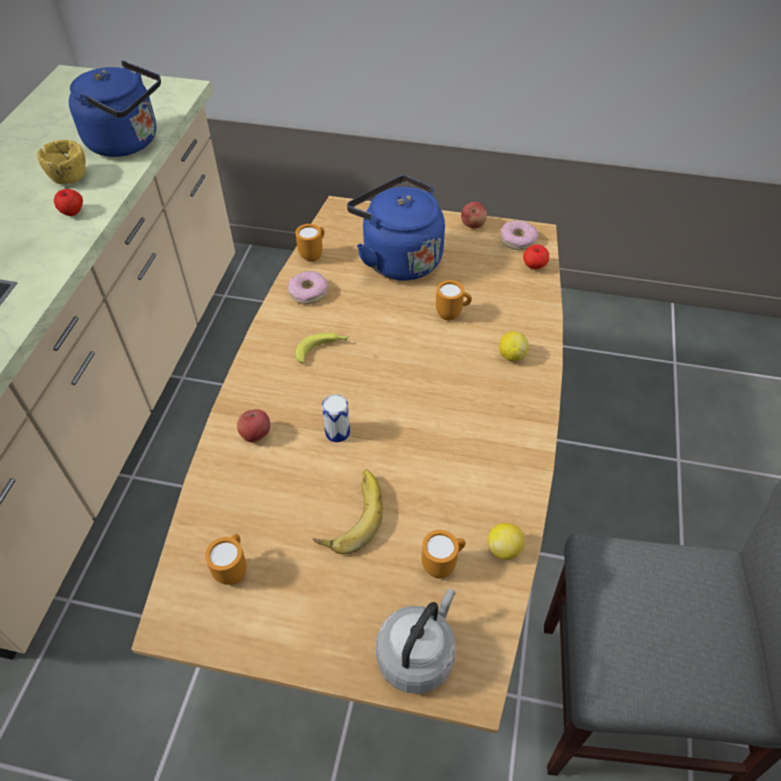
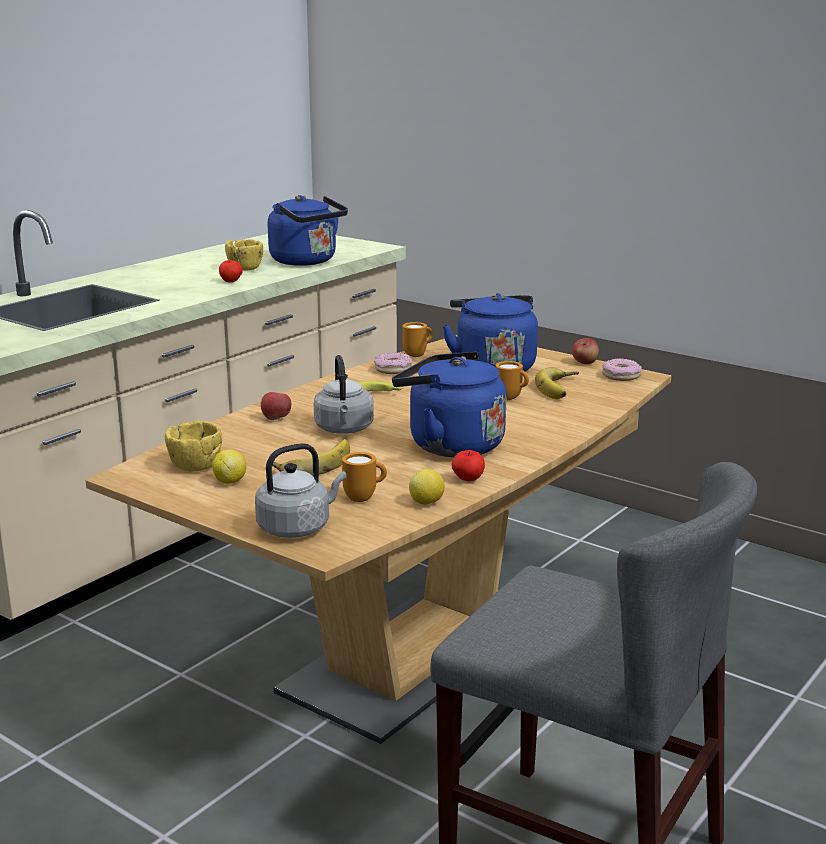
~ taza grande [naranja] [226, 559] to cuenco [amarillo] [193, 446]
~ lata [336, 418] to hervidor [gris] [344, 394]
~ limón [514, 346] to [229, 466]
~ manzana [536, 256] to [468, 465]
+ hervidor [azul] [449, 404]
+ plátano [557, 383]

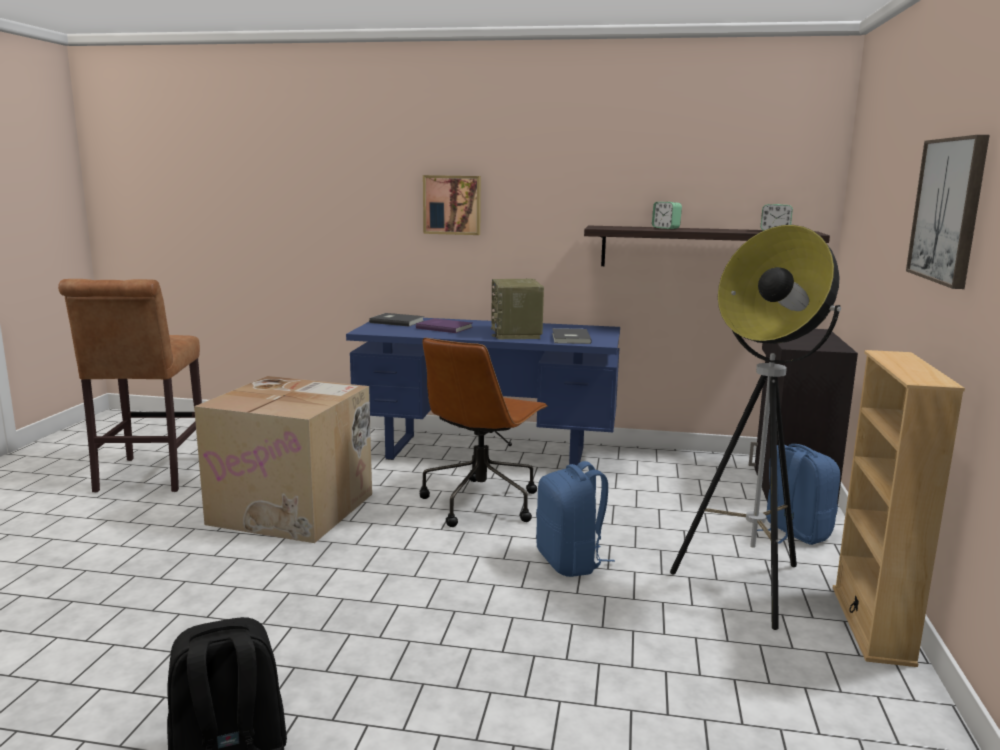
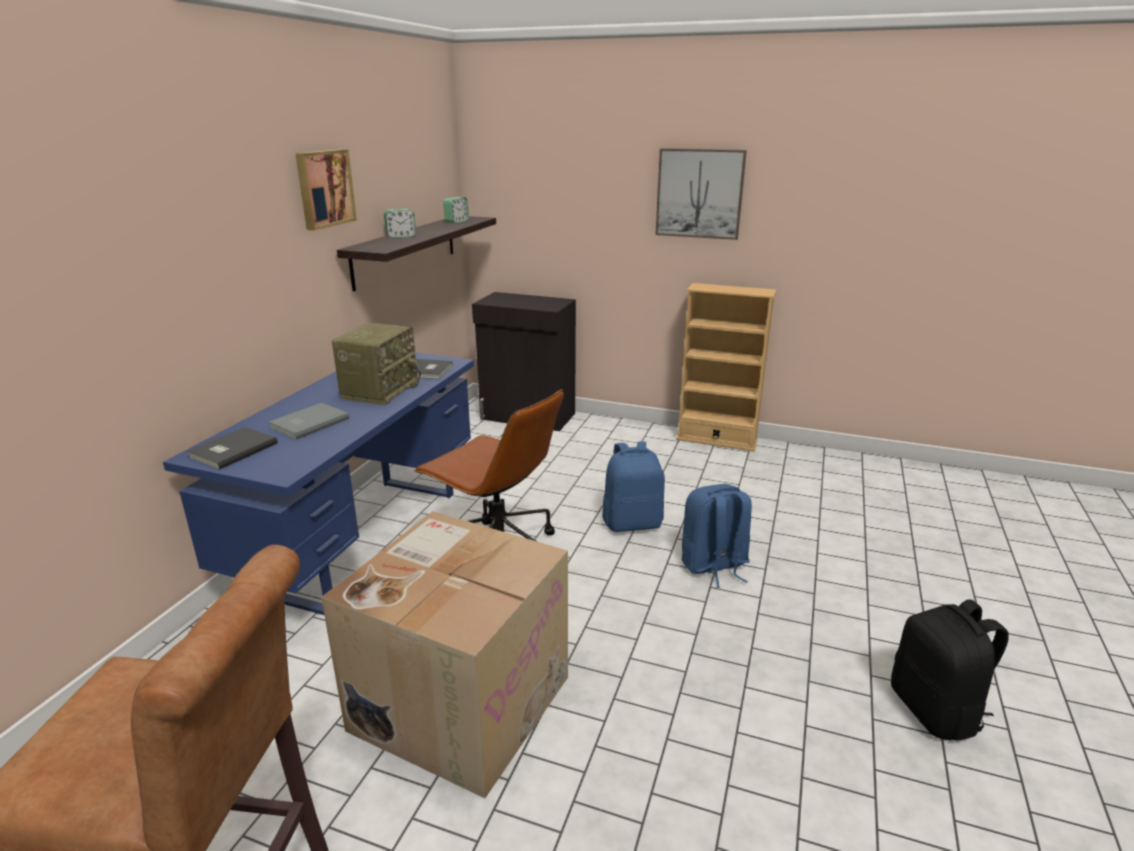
~ libro [morado] [444, 325] to libro [gris] [309, 421]
~ cuadro [452, 205] to [326, 190]
~ radio [517, 309] = [376, 364] 75 degrees counterclockwise
- lámpara de pie [755, 427]
~ mochila [azul] [798, 494] to [717, 536]

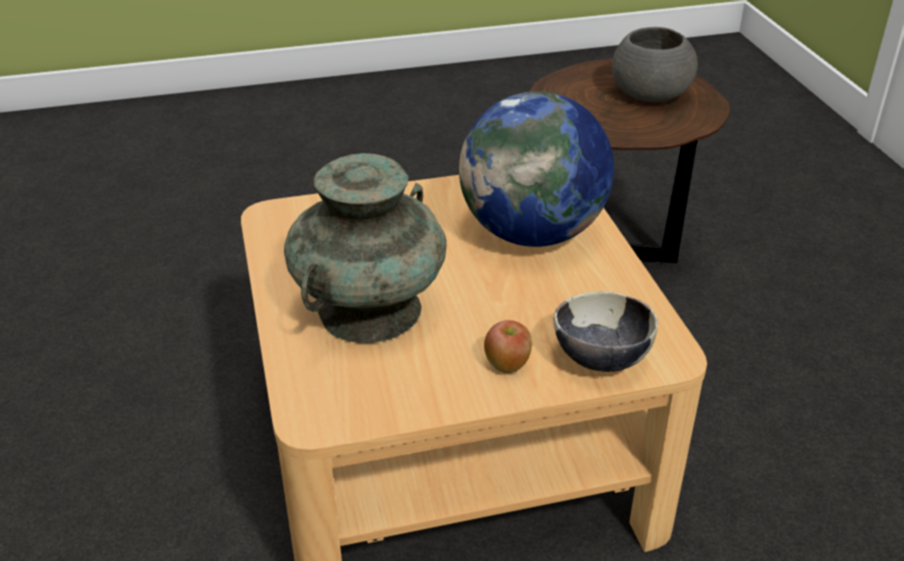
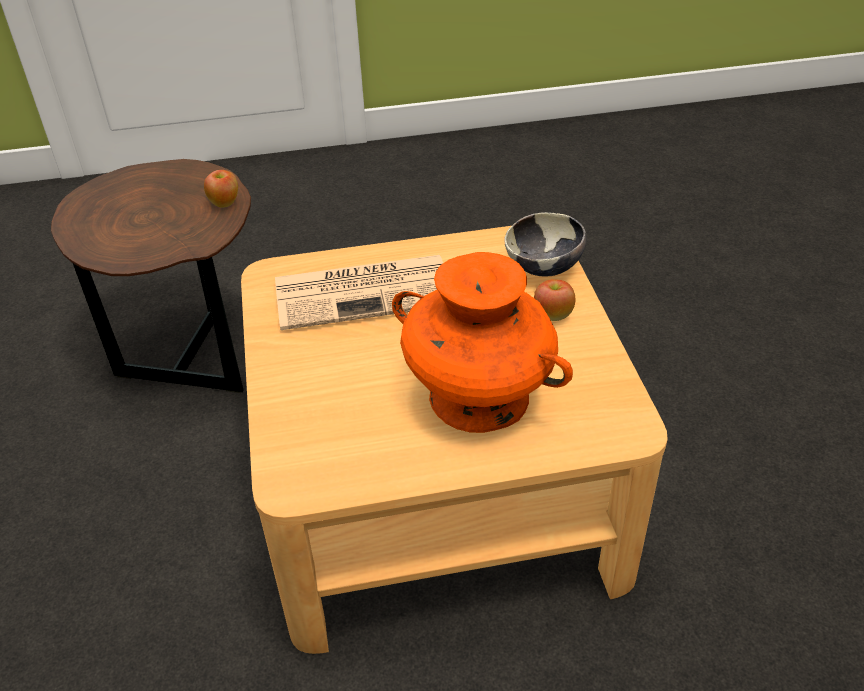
~ florero [turquesa] [365, 248] to florero [naranja] [482, 342]
~ globo terráqueo [536, 169] to periódico [359, 292]
- cuenco [gris] [654, 64]
+ manzana [221, 189]

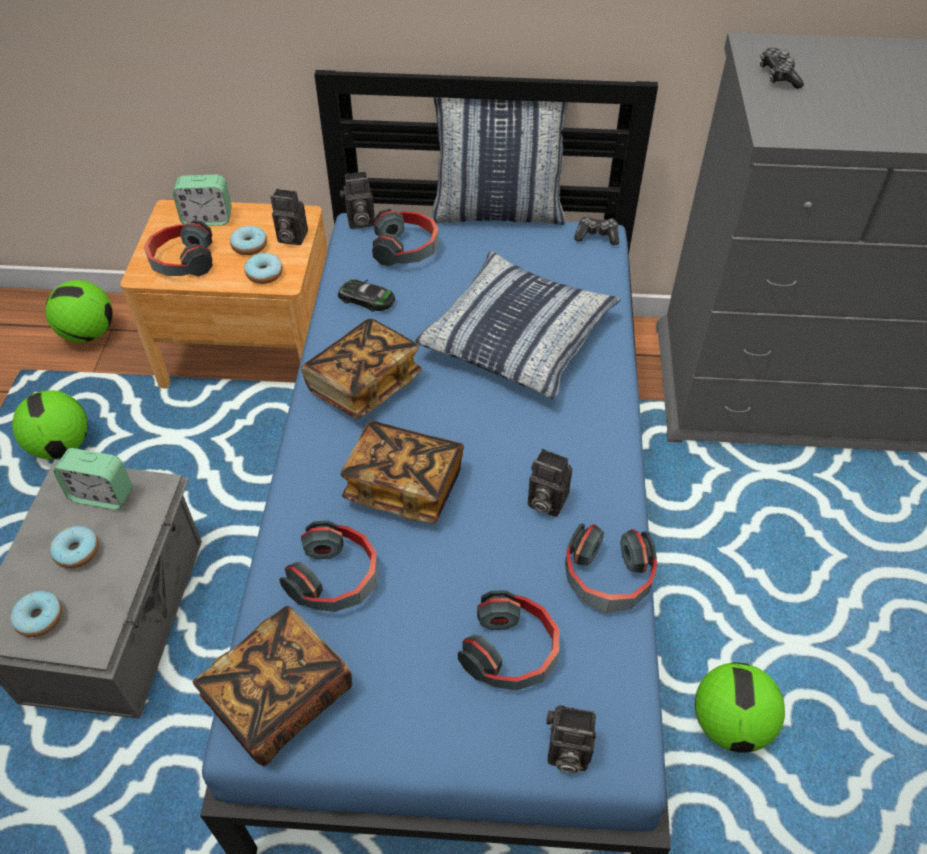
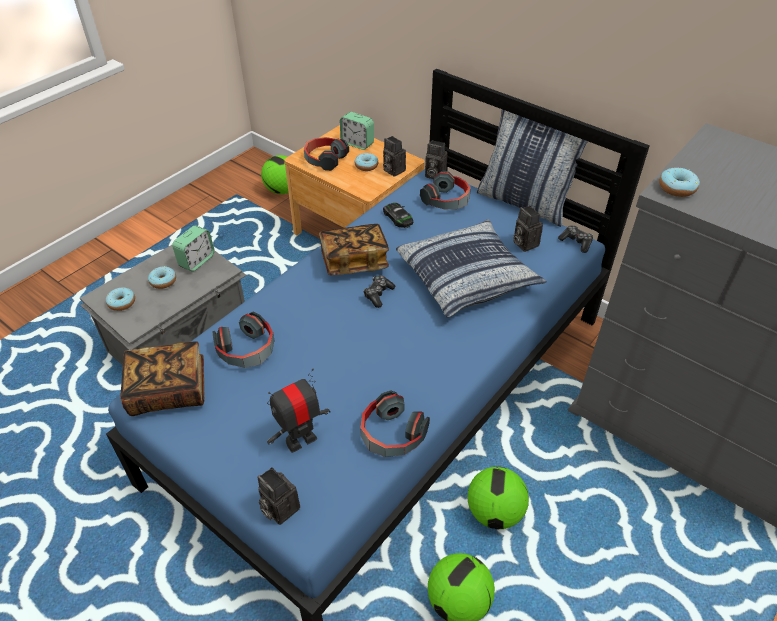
~ balón de fútbol [50, 424] to [498, 498]
~ despertador [92, 479] = [193, 248] 105 degrees counterclockwise
~ rosquilla [263, 268] to [679, 182]
- libro [402, 472]
~ auriculares [508, 640] to robot de juguete [298, 411]
~ cámara [550, 483] to [528, 229]
~ mando de consola [782, 68] to [379, 291]

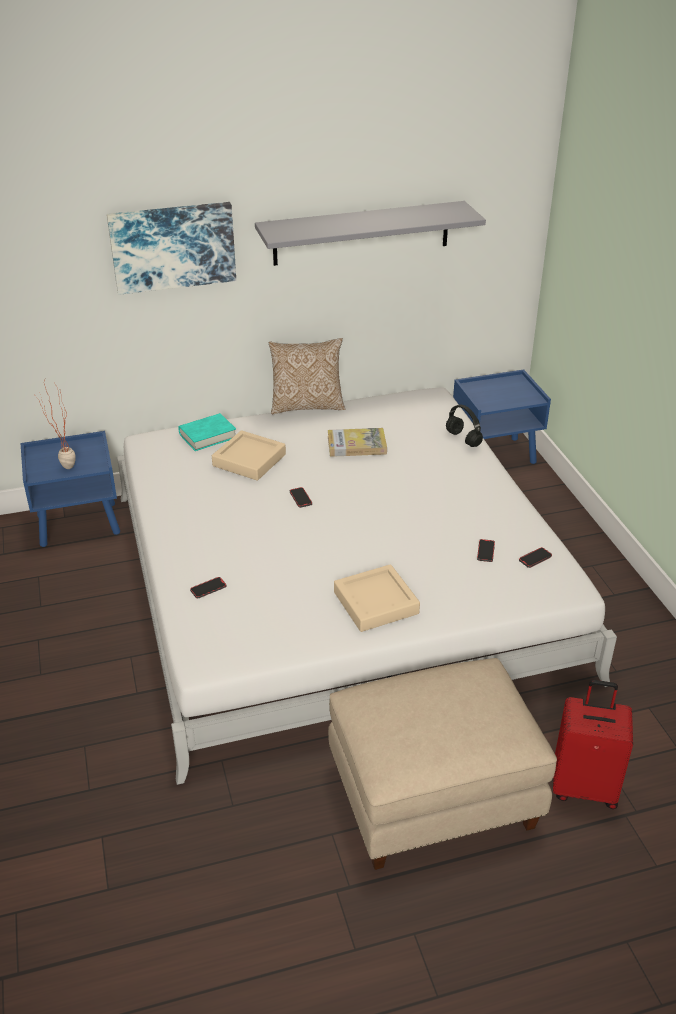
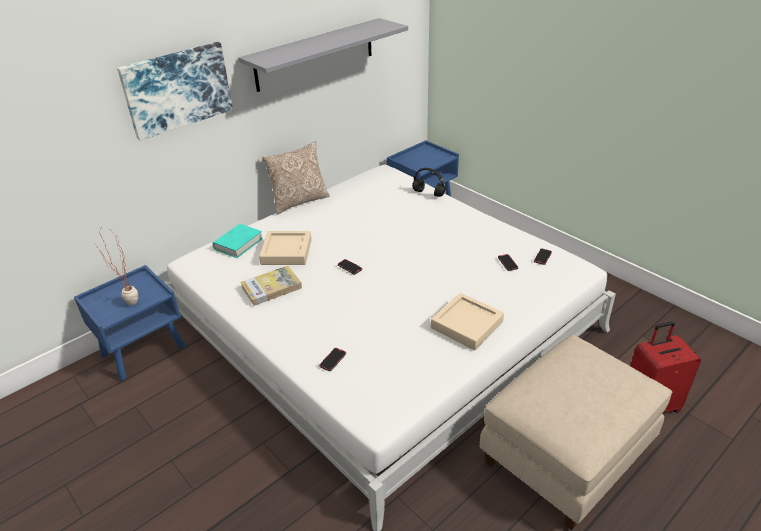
~ libro [357, 442] to [271, 286]

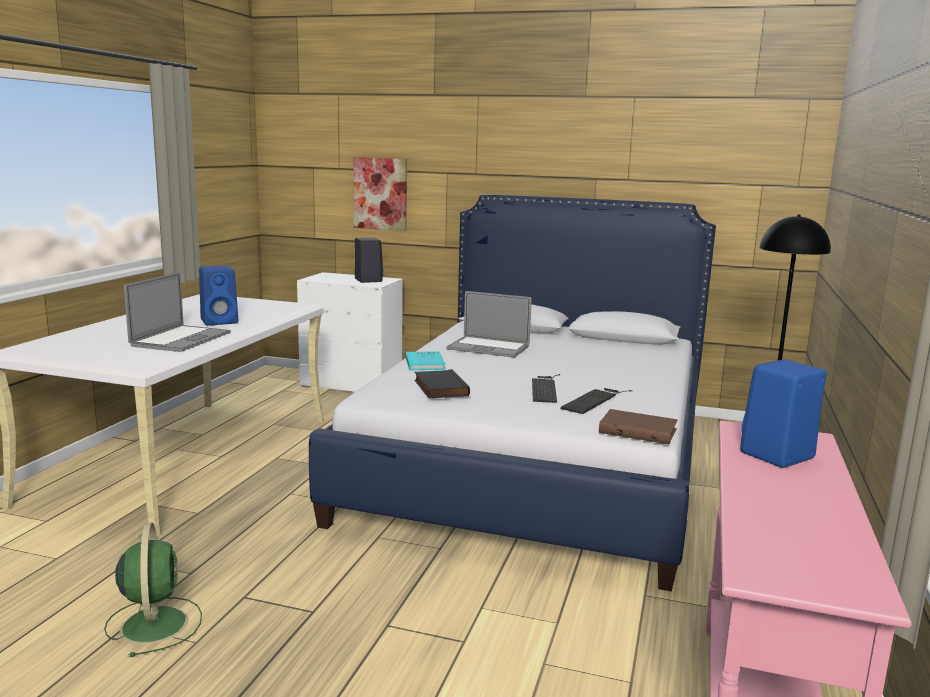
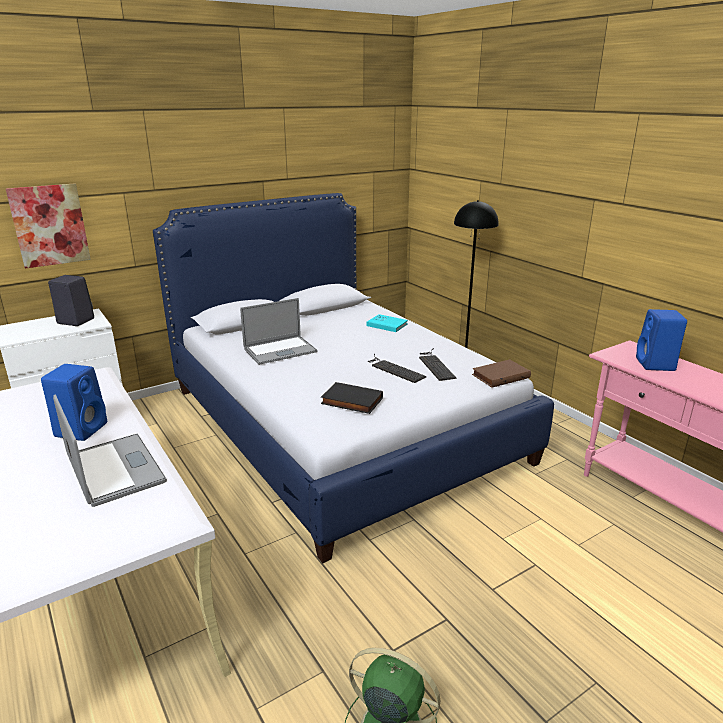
~ libro [turquesa] [425, 360] to [387, 323]

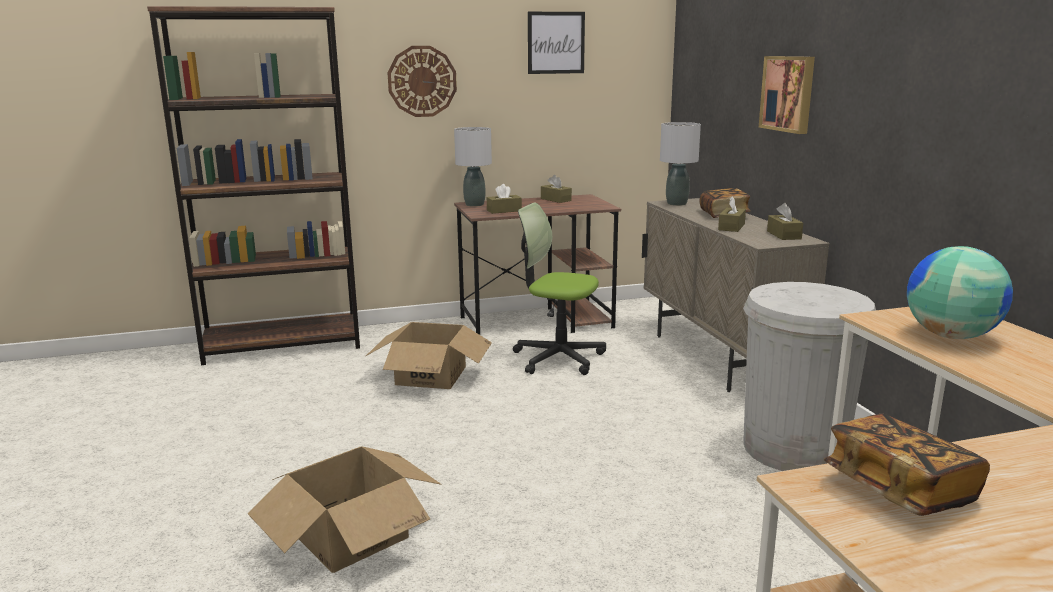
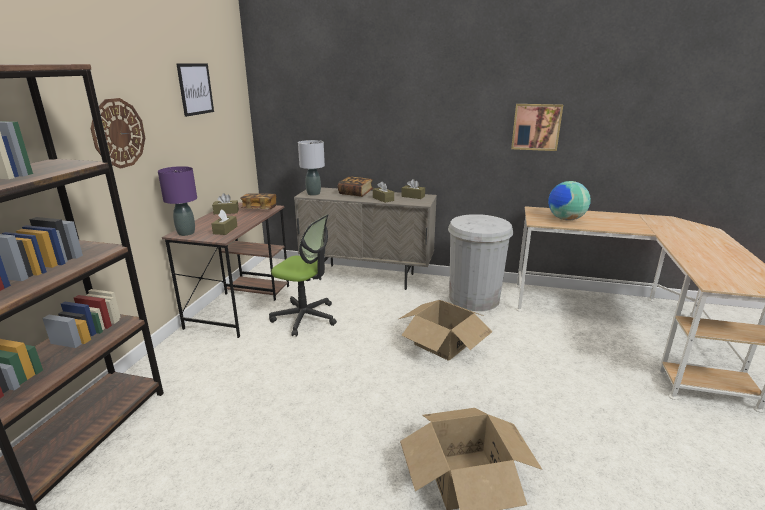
~ caja de cartón [429, 355] to [445, 330]
~ lámpara de mesa [gris] [473, 167] to lámpara de mesa [morado] [177, 201]
~ silla de oficina [559, 288] = [303, 275] 120 degrees counterclockwise
~ cuadro [787, 95] to [537, 127]
~ libro [907, 465] to [258, 201]

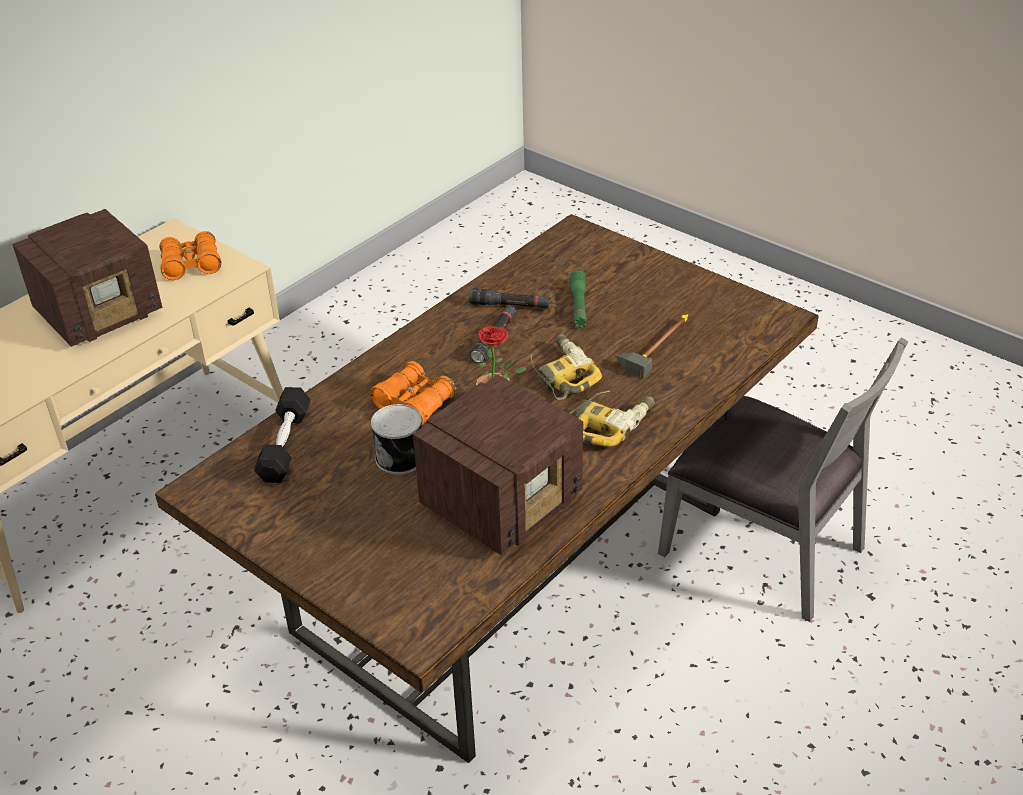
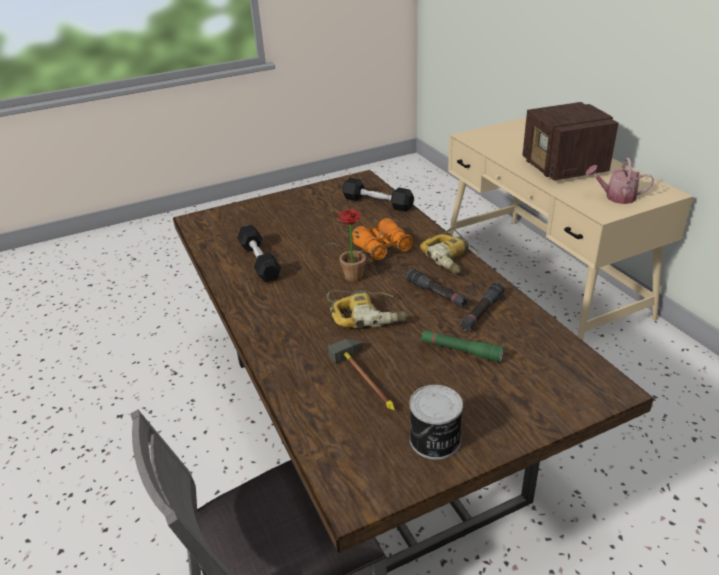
~ prismáticos [naranja] [190, 255] to regadera [620, 181]
~ lata [396, 439] to [436, 422]
~ radio [498, 465] to mancuerna [negro] [259, 253]
~ taladro [612, 418] to [449, 251]

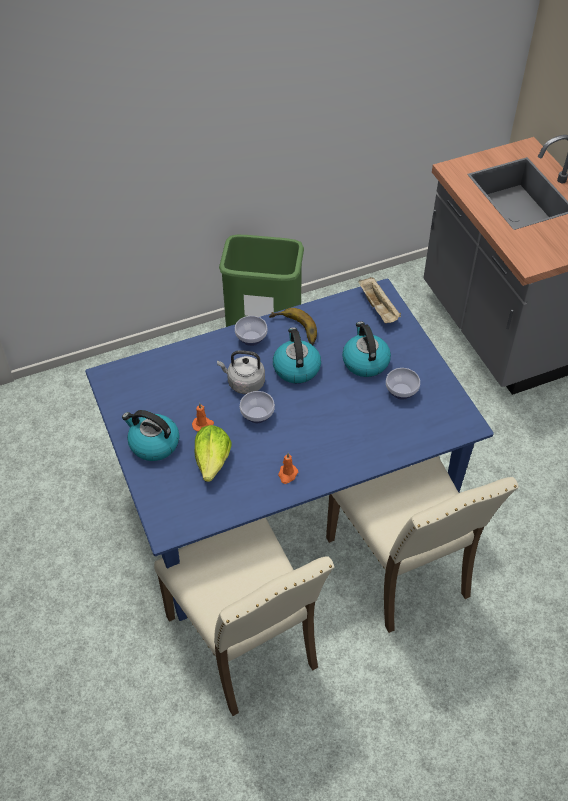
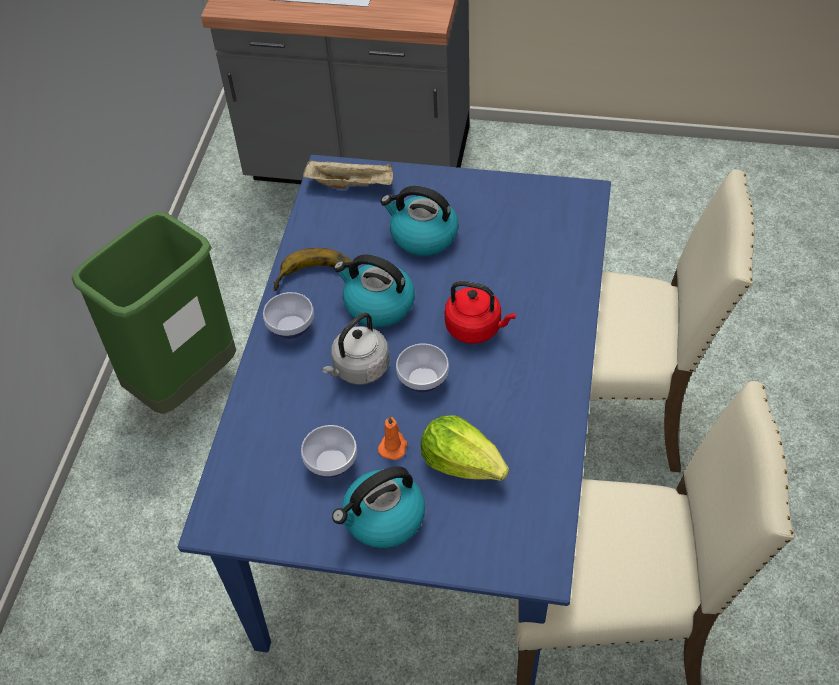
- vela [naranja] [288, 468]
~ cuenco [403, 384] to [329, 451]
+ hervidor [rojo] [480, 312]

